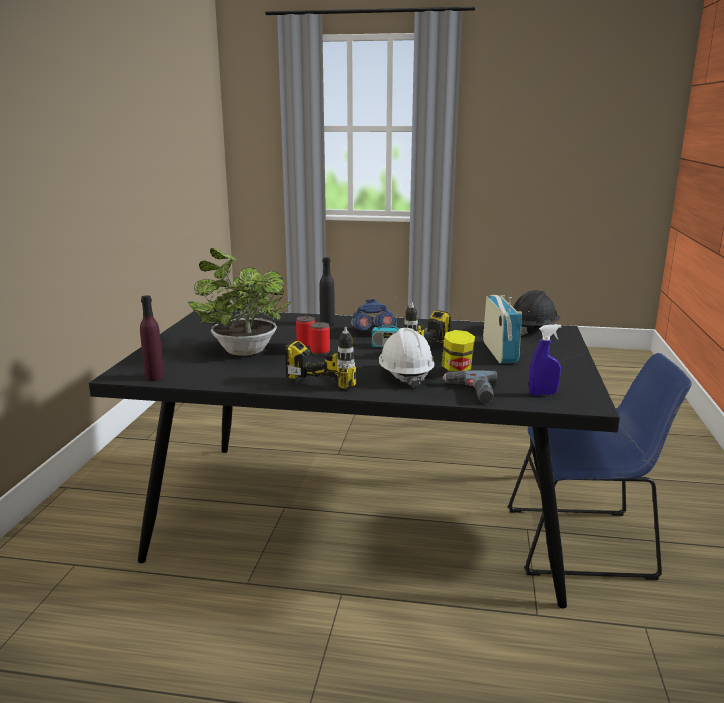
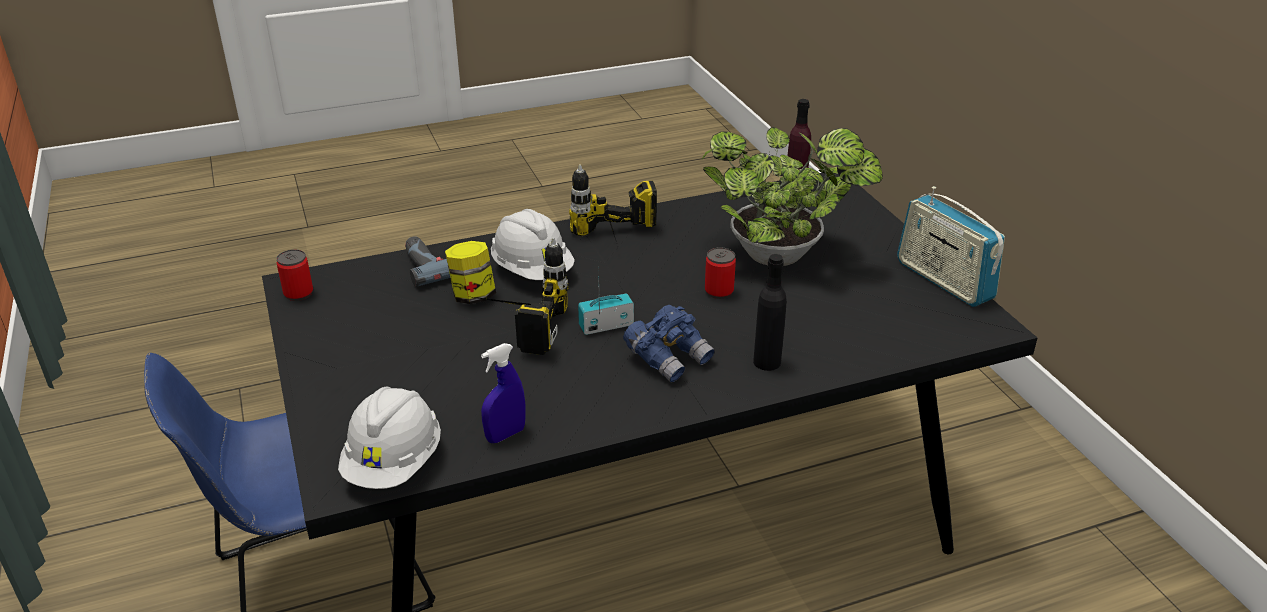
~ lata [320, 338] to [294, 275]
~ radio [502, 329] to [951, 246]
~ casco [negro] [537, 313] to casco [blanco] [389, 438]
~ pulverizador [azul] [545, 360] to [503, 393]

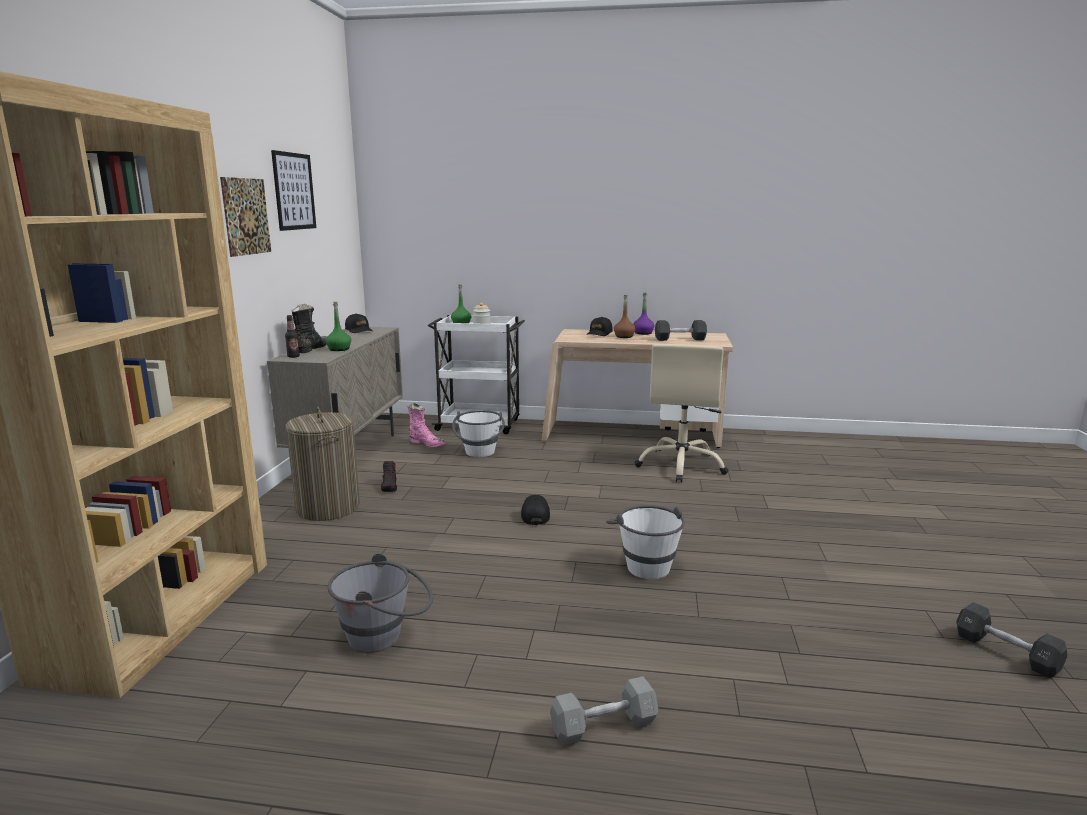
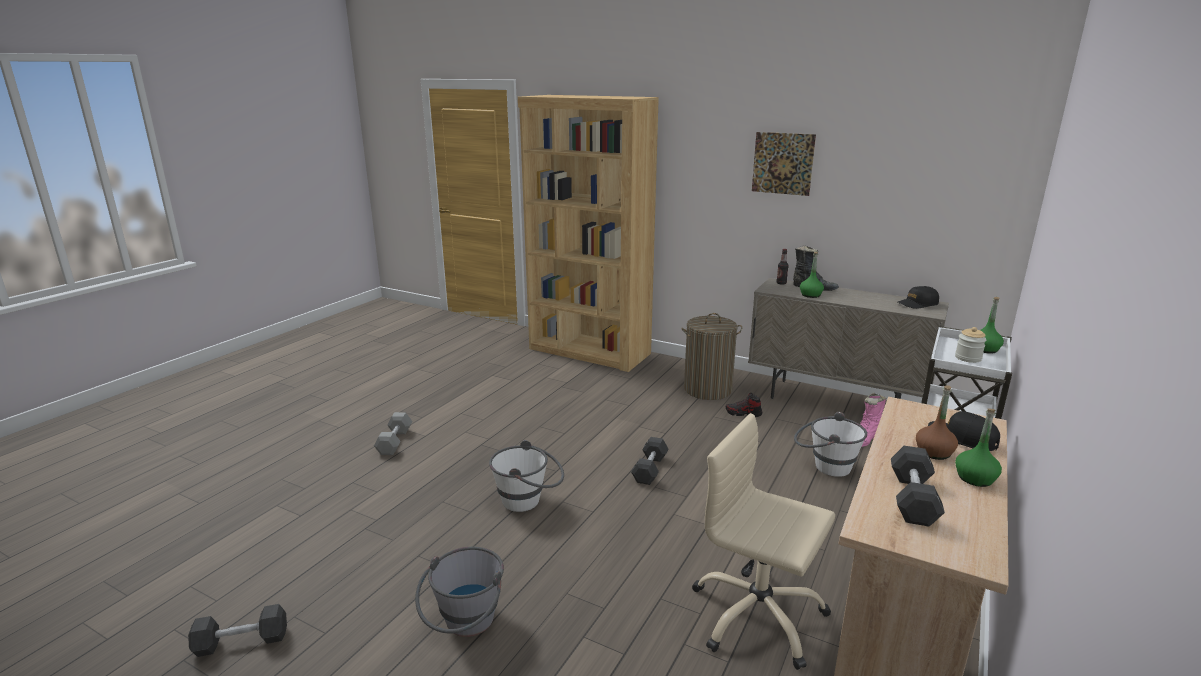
- cuadro [293, 190]
~ cubo [gris] [380, 603] to [459, 592]
~ gorra [negro] [535, 510] to mancuerna [negro] [649, 461]
~ botella [morado] [643, 313] to botella [verde] [978, 447]

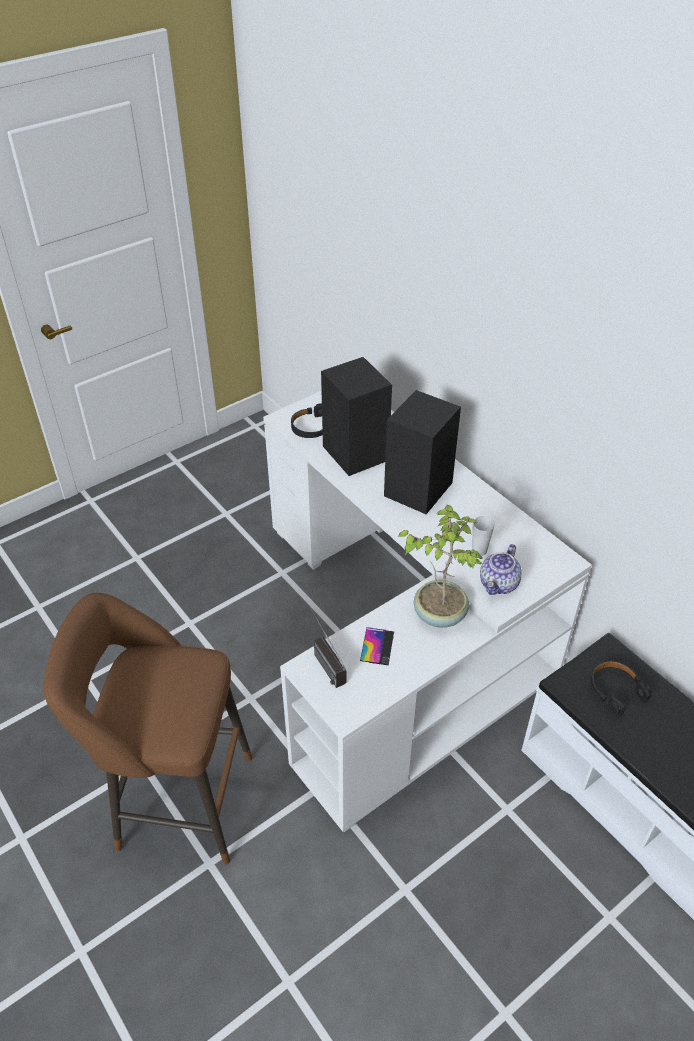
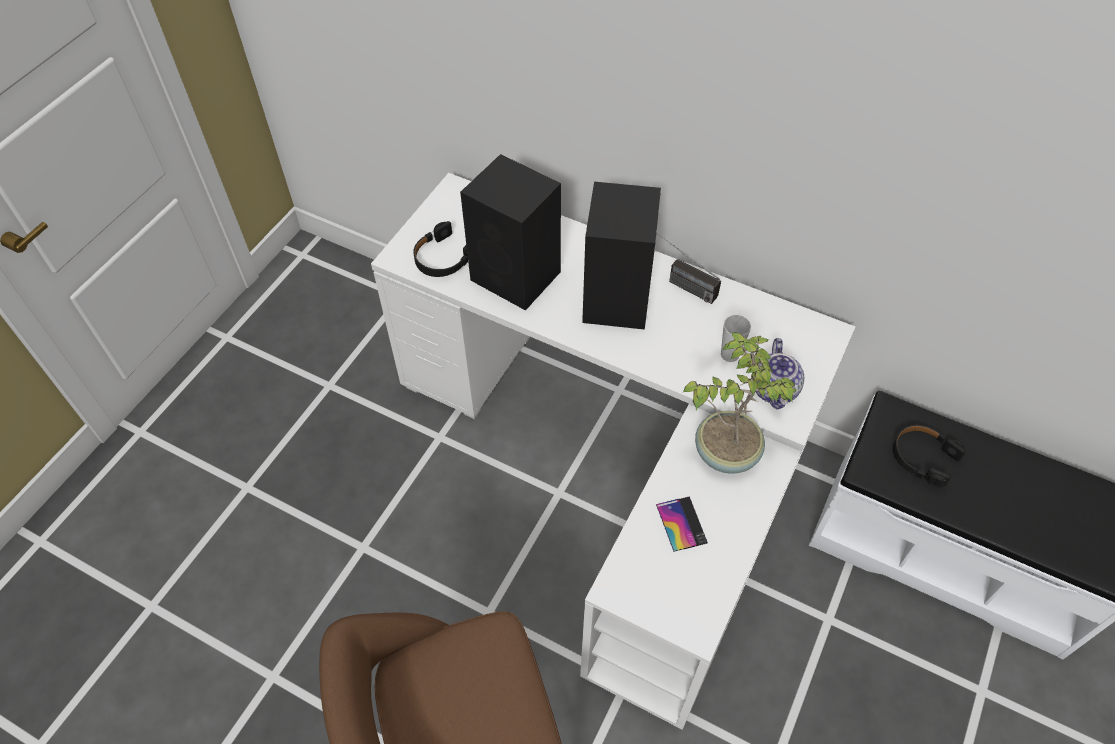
~ radio [328, 647] to [688, 268]

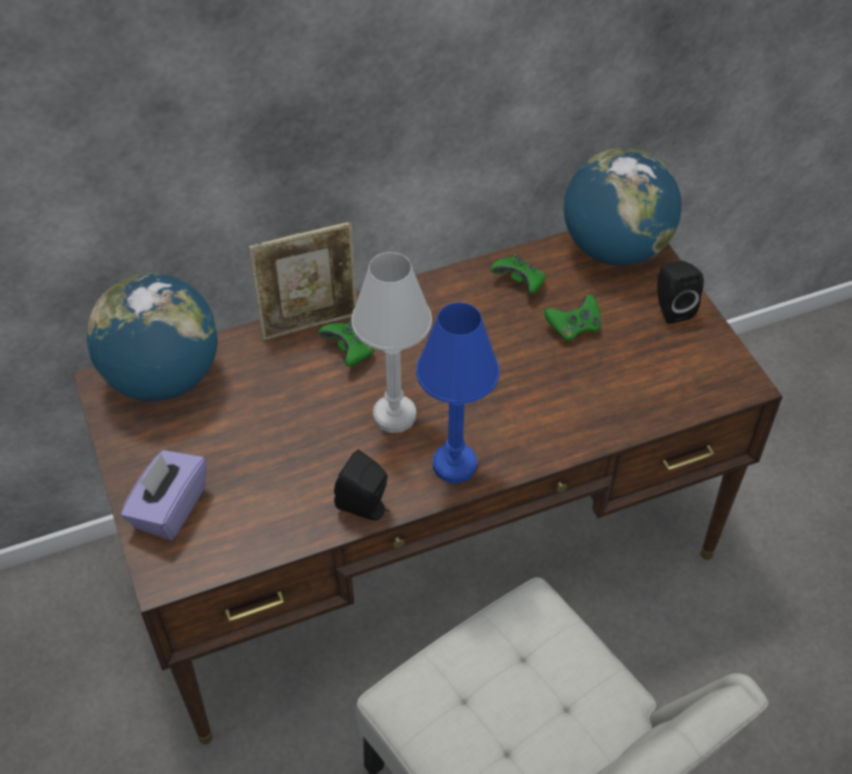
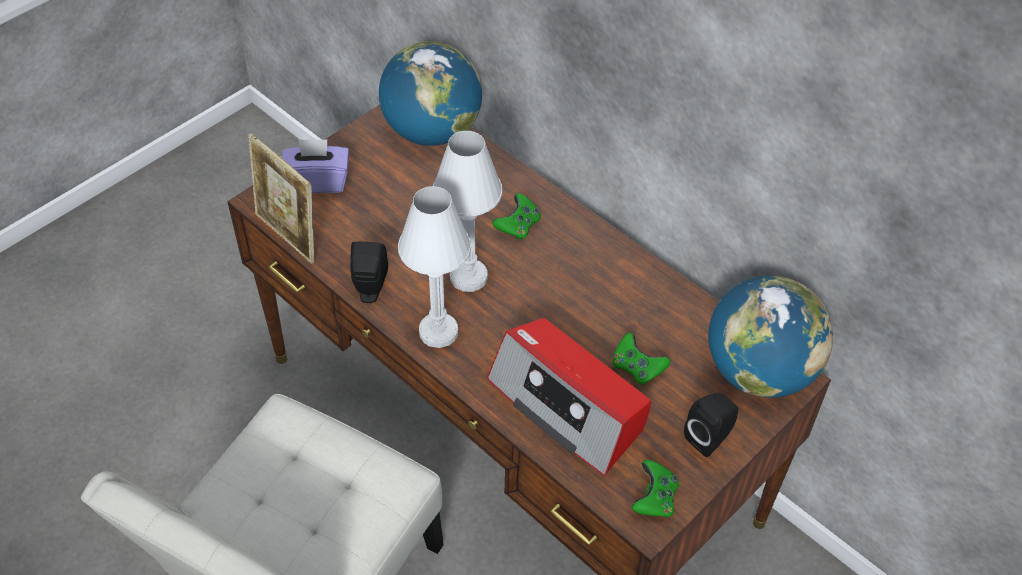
~ portarretratos [303, 281] to [281, 198]
~ lámpara de mesa [azul] [458, 392] to lámpara de mesa [blanco] [434, 267]
~ mando de consola [verde] [518, 274] to [655, 488]
+ radio [569, 397]

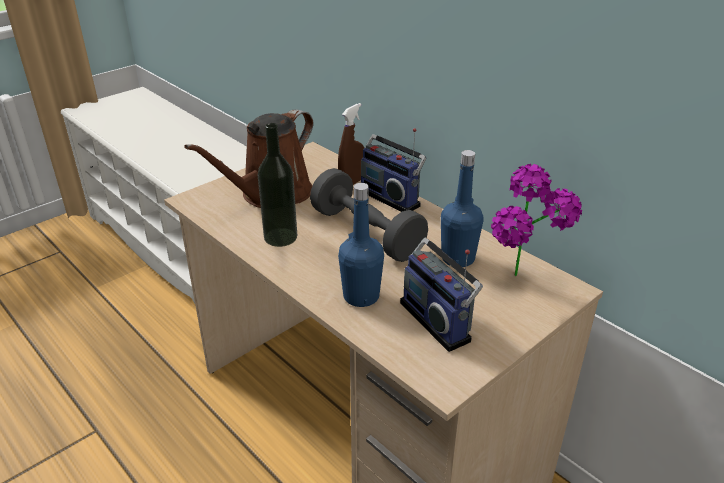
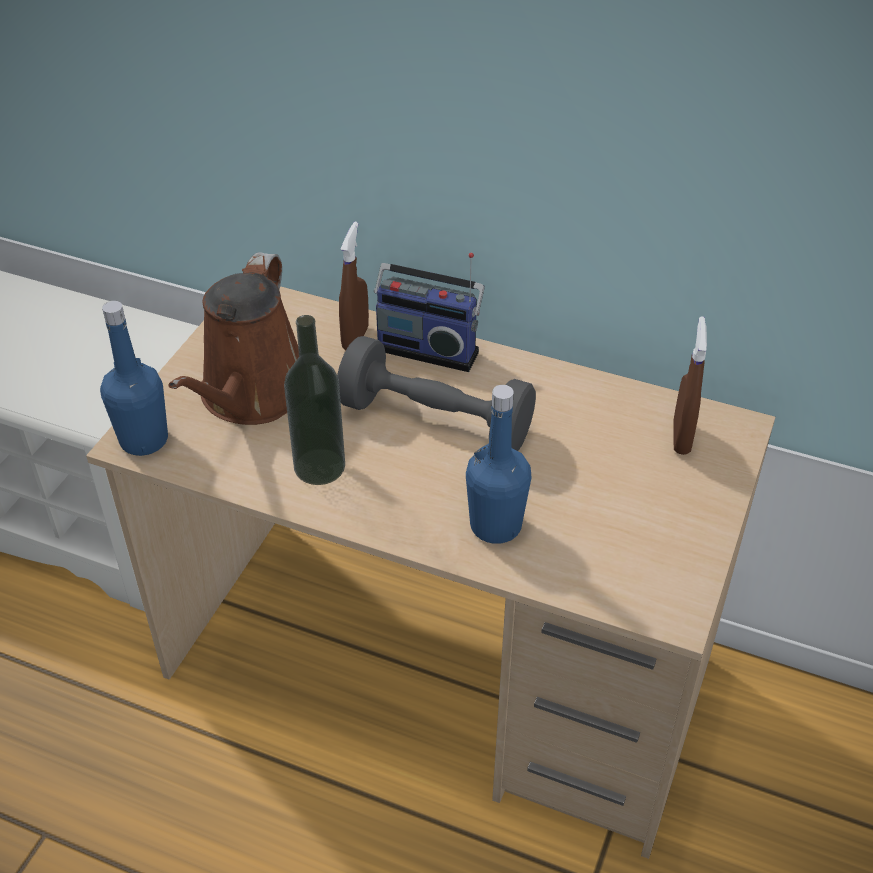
- radio [441, 295]
~ botella [azul] [462, 208] to [134, 378]
~ planta en maceta [536, 220] to pulverizador [marrón] [690, 385]

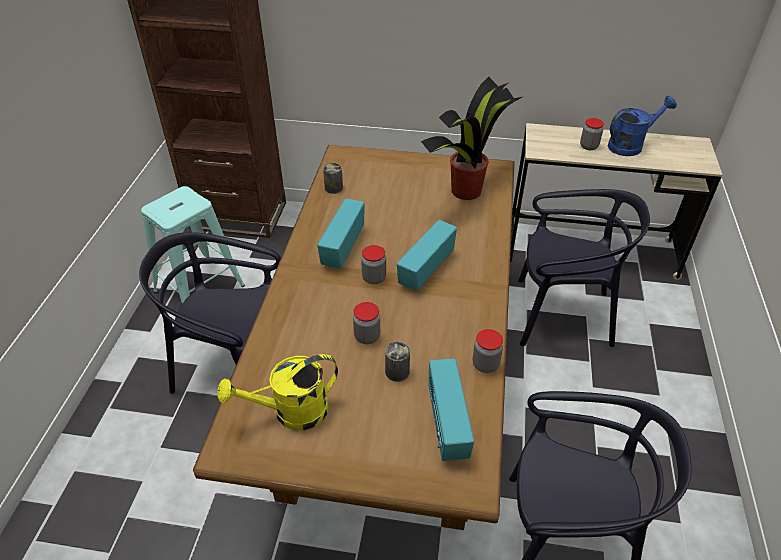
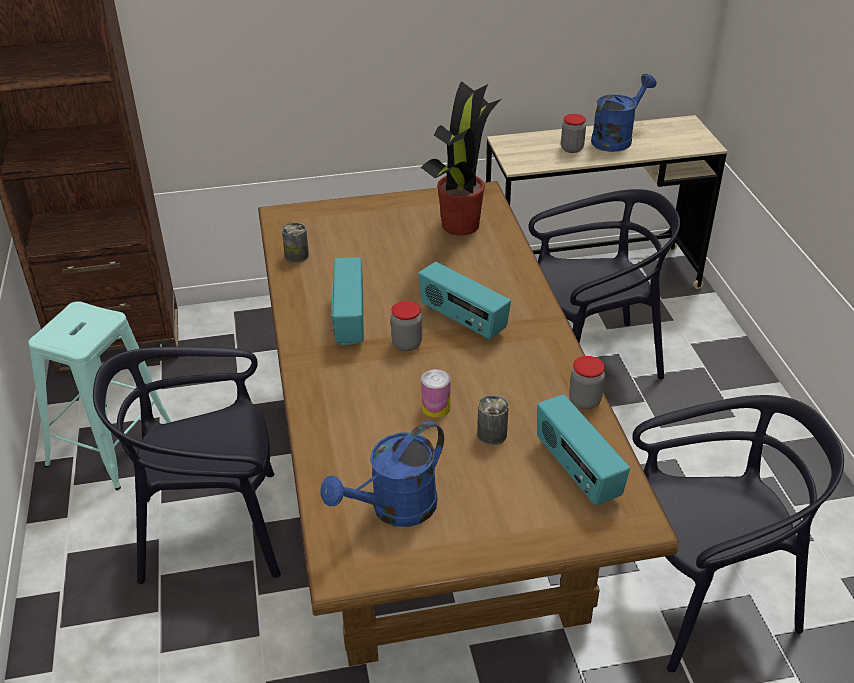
~ regadera [amarillo] [277, 392] to regadera [azul] [382, 474]
~ tarro [366, 323] to lata [436, 393]
~ radio [427, 255] = [464, 301] 60 degrees counterclockwise

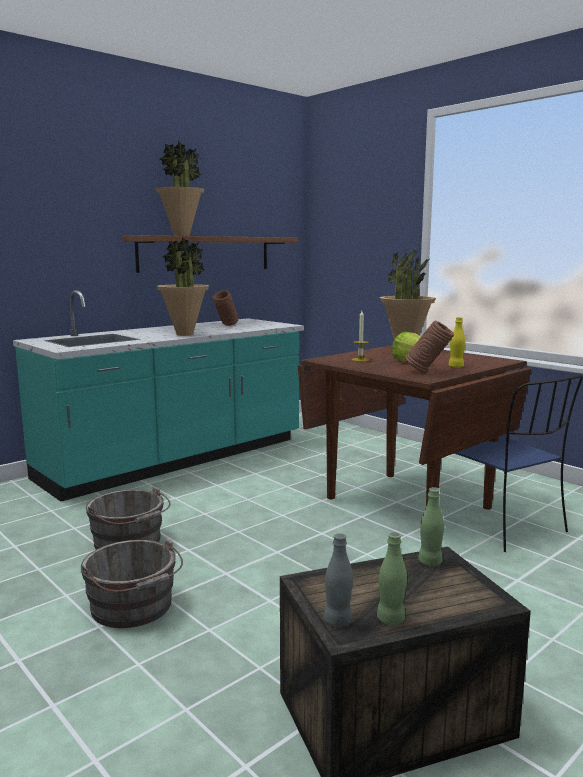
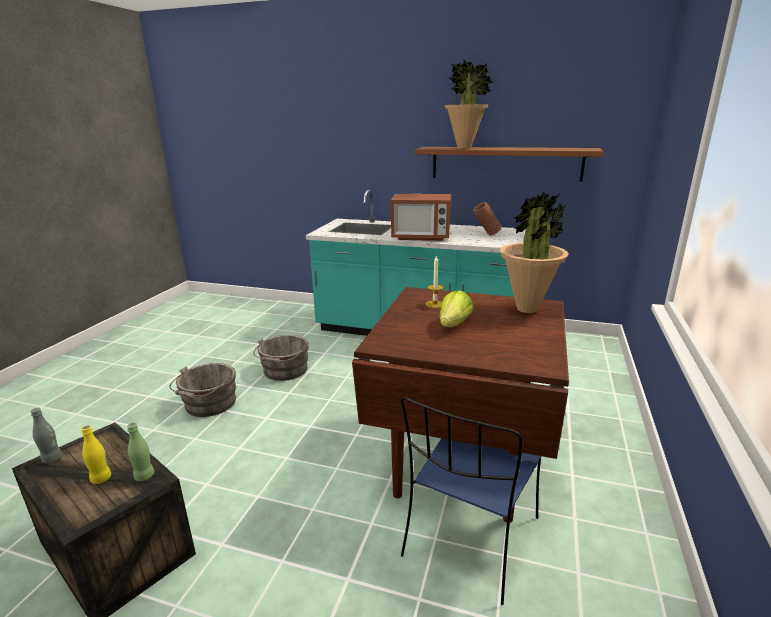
~ planta en maceta [183, 286] to microondas [421, 217]
- botella [verde] [392, 578]
- florero [marrón] [429, 346]
~ botella [amarillo] [457, 342] to [96, 454]

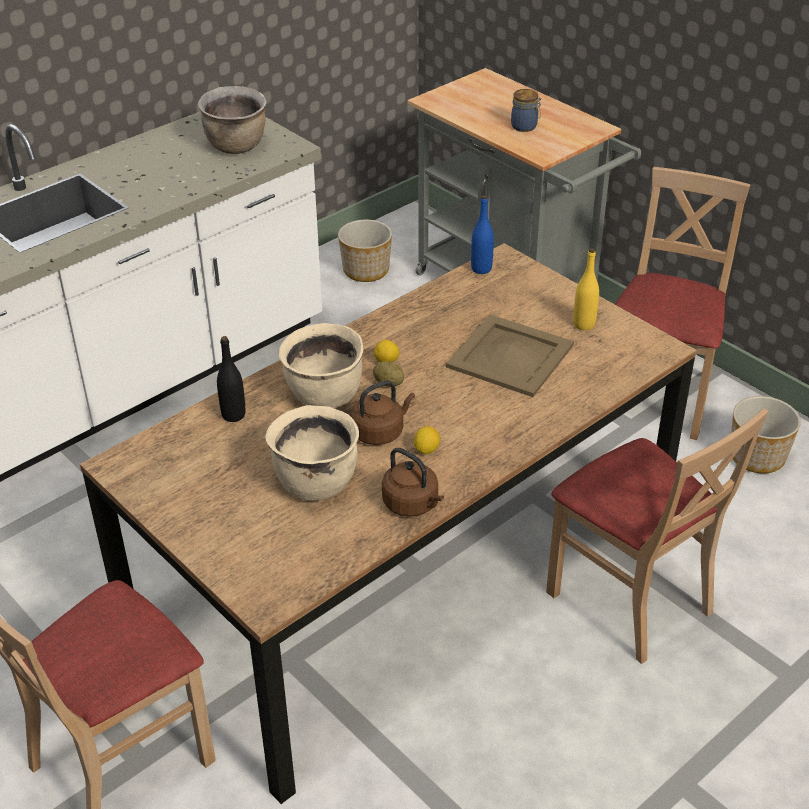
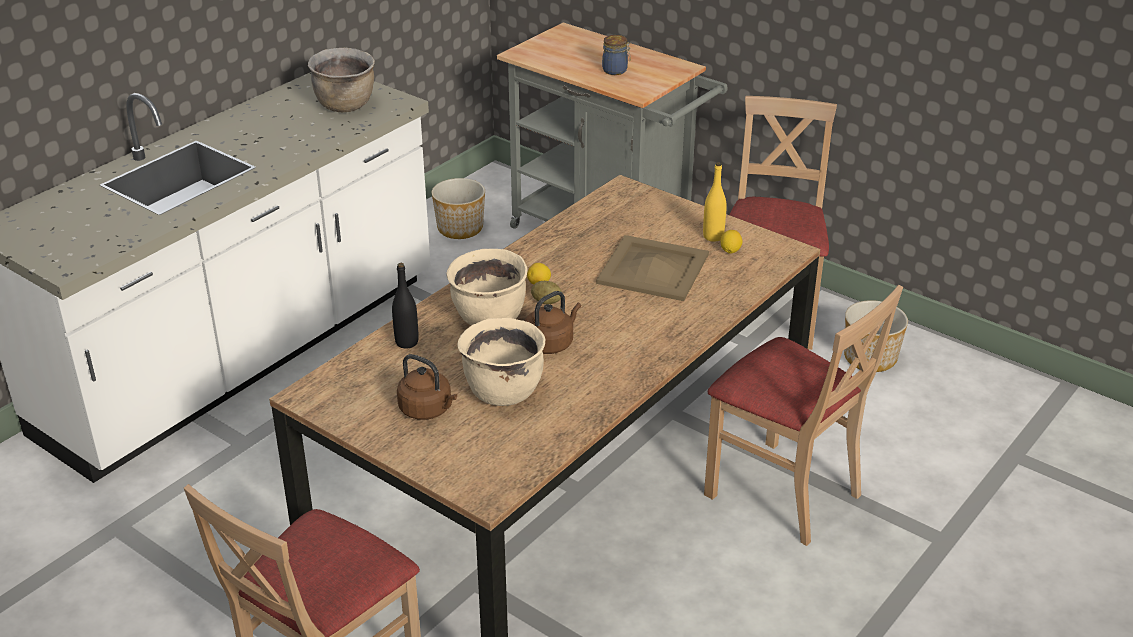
~ hervidor [marrón] [413, 482] to [427, 387]
~ limón [427, 440] to [732, 242]
- botella [azul] [482, 234]

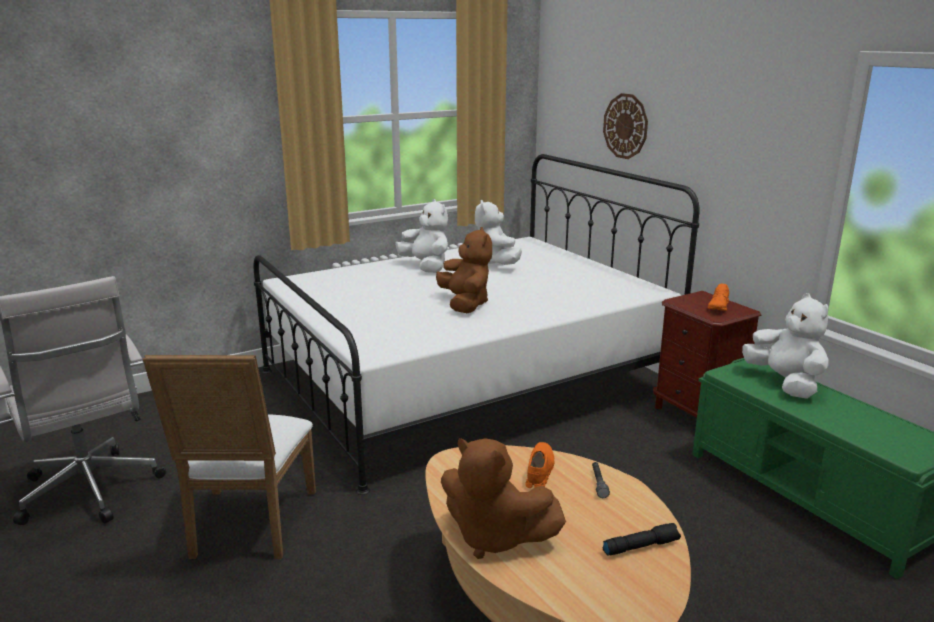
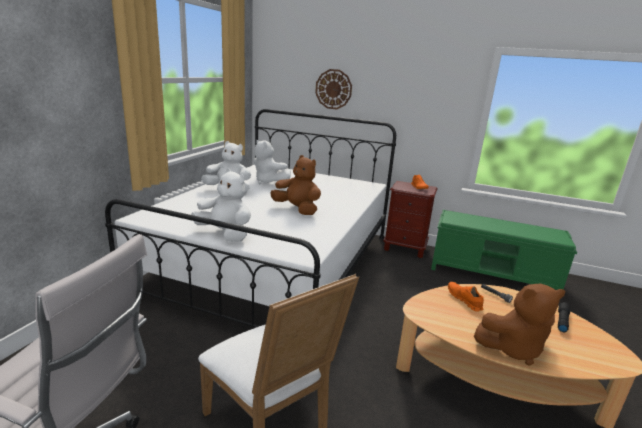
~ peluche [blanco] [785, 346] to [221, 205]

